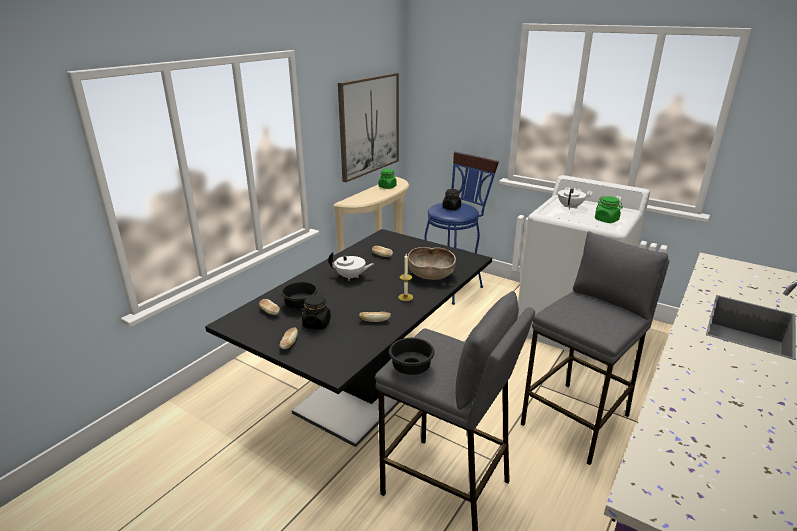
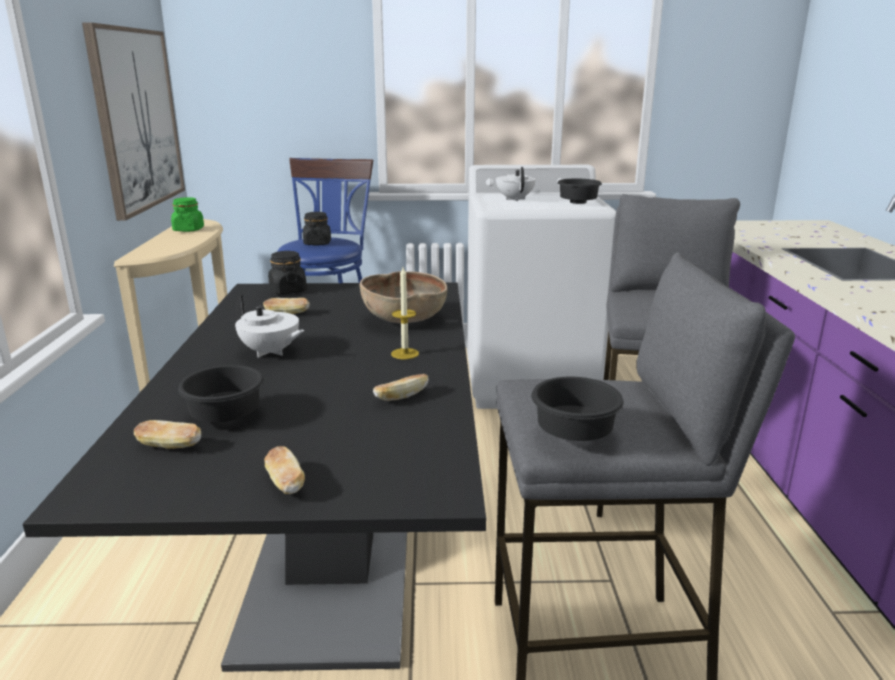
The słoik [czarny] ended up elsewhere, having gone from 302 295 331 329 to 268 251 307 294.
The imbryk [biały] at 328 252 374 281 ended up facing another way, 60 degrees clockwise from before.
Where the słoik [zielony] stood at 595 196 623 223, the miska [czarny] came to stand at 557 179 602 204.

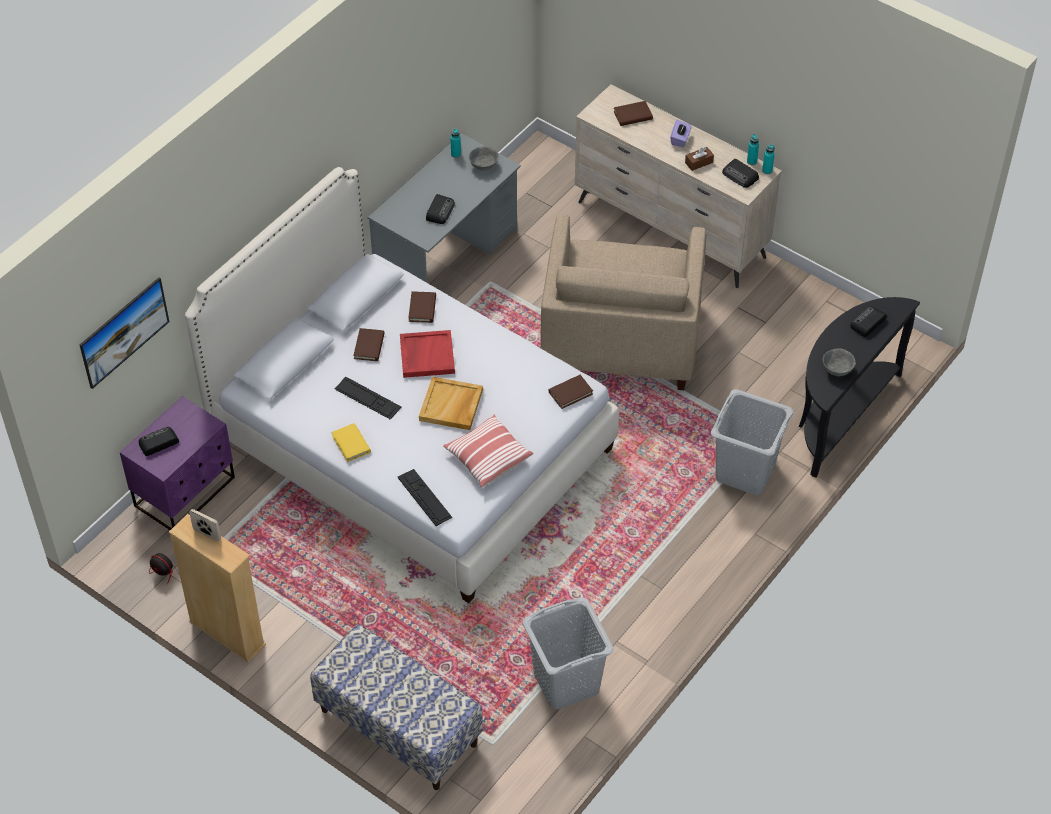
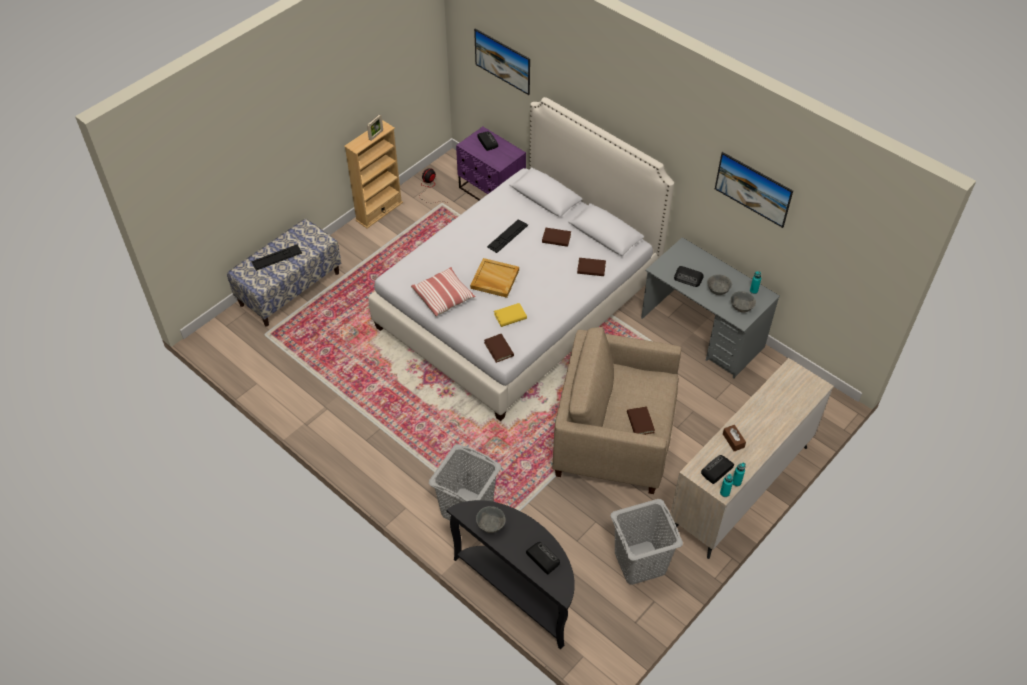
The książka [żółty] ended up elsewhere, having gone from 331 423 371 462 to 494 303 527 327.
The klawiatura ended up elsewhere, having gone from 398 469 452 526 to 251 245 302 271.
The second view lost the taca [czerwony] at 400 330 455 378.
The kosz na pranie [szary] ended up elsewhere, having gone from 523 597 614 710 to 611 499 683 585.
The książka [brązowy] ended up elsewhere, having gone from 614 101 653 126 to 627 406 655 435.
The second view lost the pudełko chusteczek [fioletowy] at 670 119 692 147.
The second view gained the miska [szary] at 707 275 732 295.
The second view gained the obraz at 715 152 793 228.

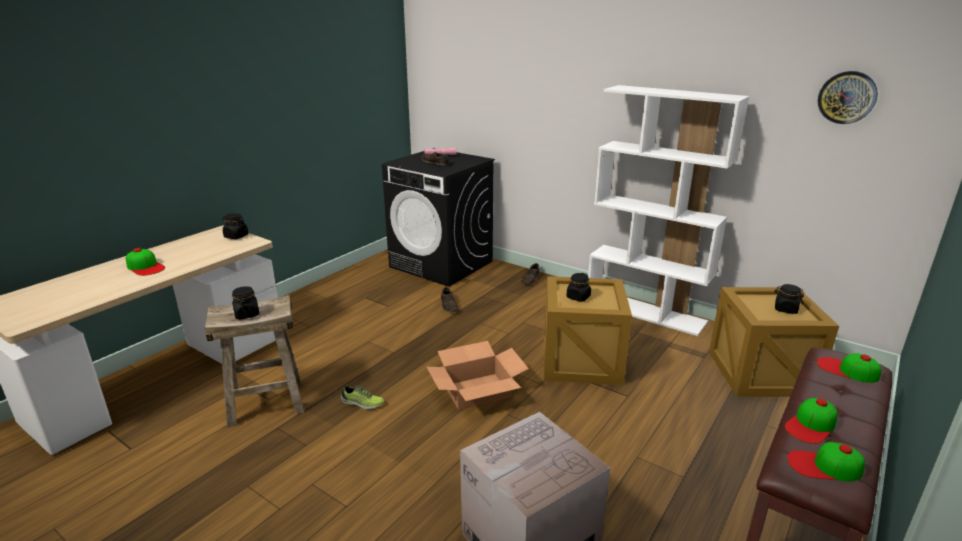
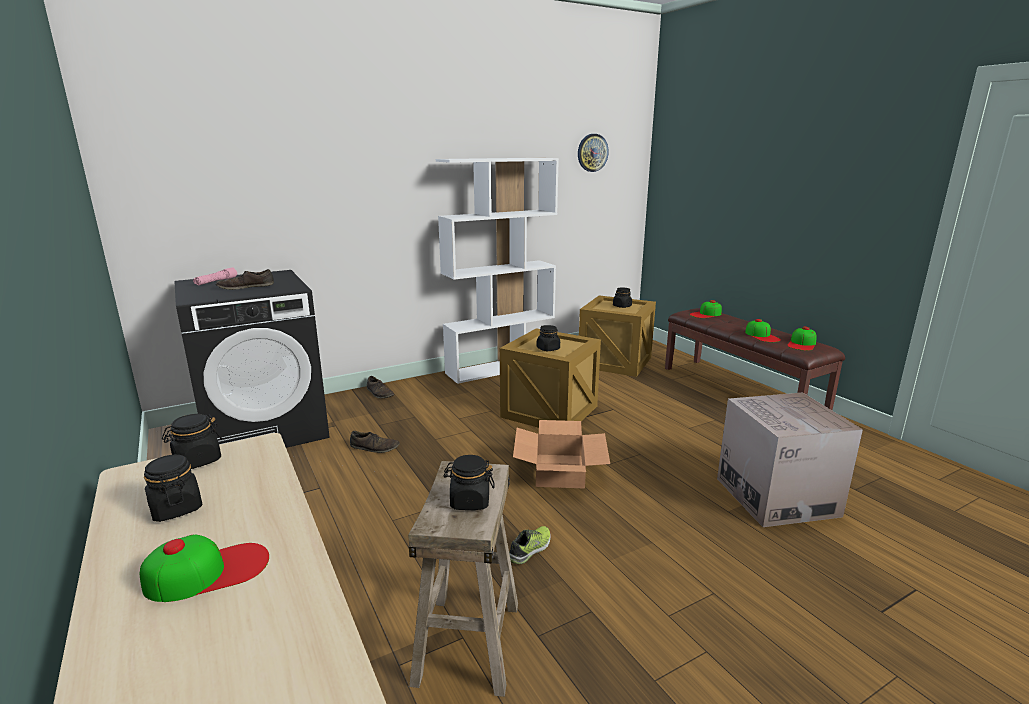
The second view gained the słoik [czarny] at 144 455 202 522.

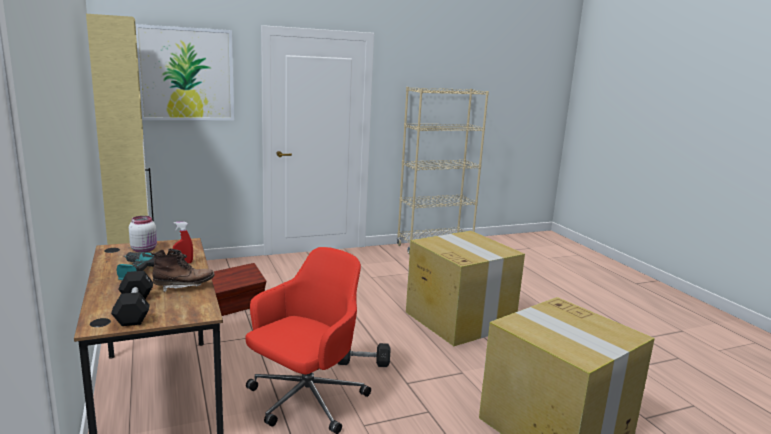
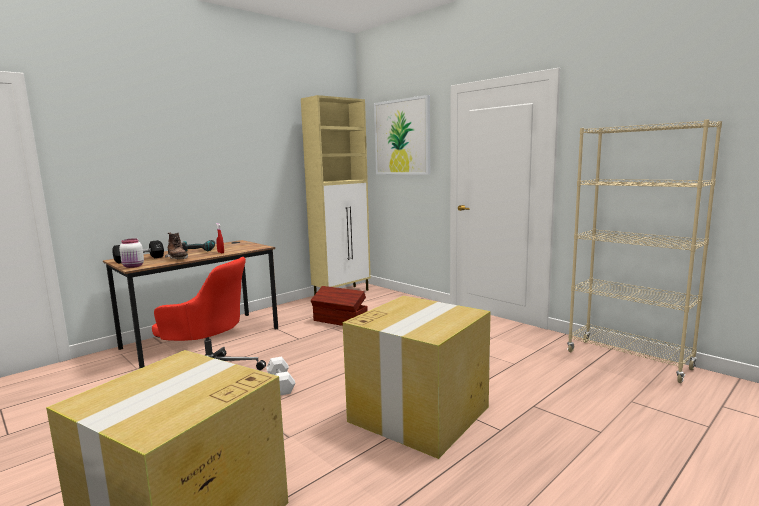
The słoik [biały] ended up elsewhere, having gone from 129 216 157 252 to 119 238 144 268.
What was the hantel [czarny] at 338 343 390 367 turned into the hantel [biały] at 266 356 296 396.

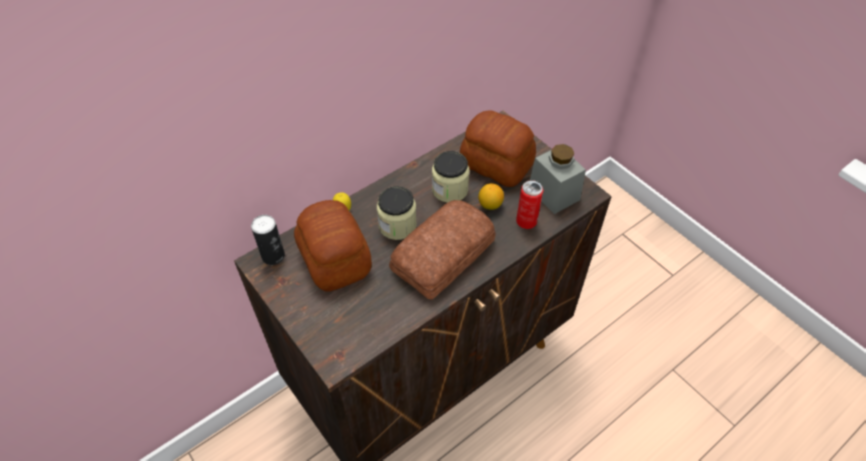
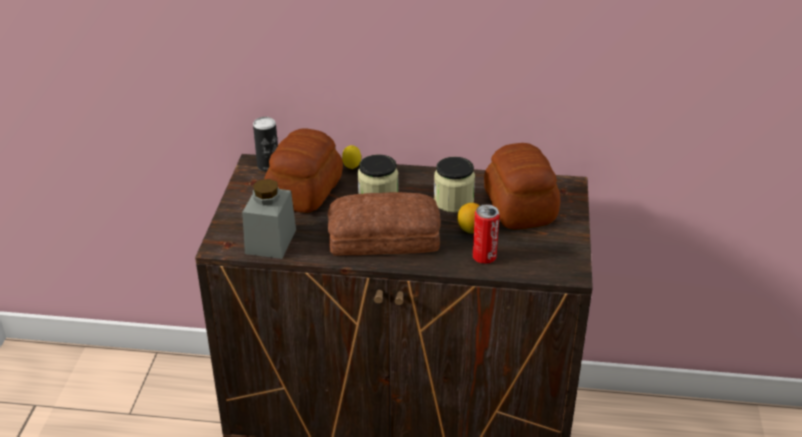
The słoik [szary] ended up elsewhere, having gone from 530 144 586 214 to 242 179 296 259.

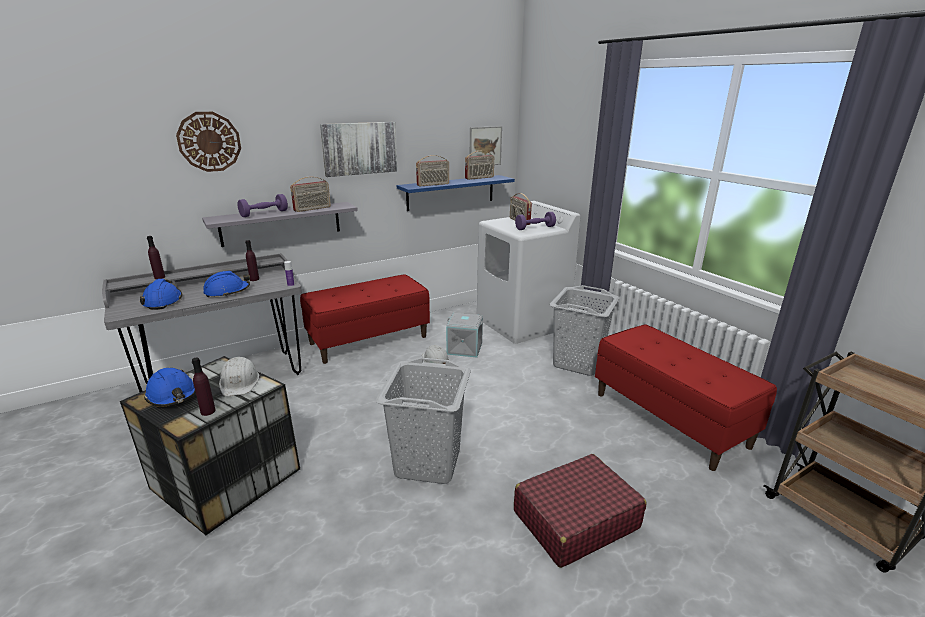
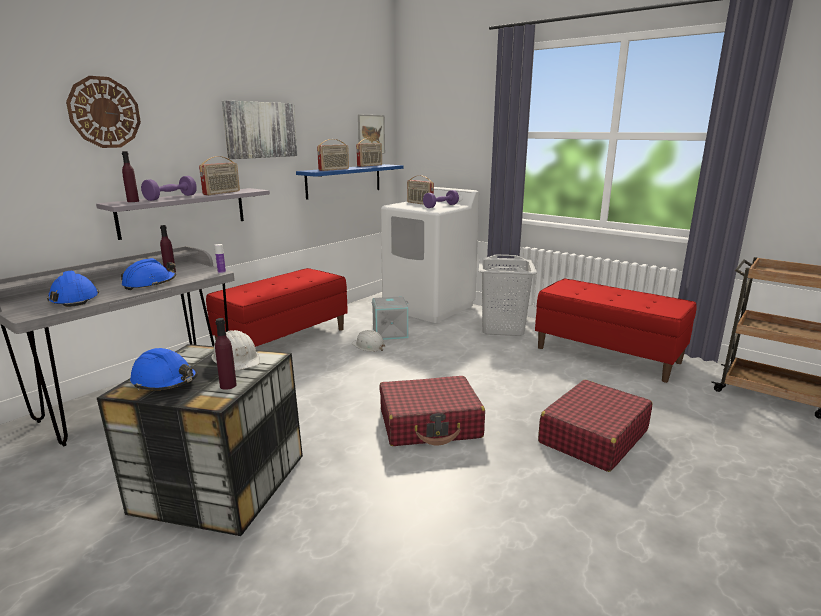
The butelka [fioletowy] ended up elsewhere, having gone from 147 236 165 279 to 122 151 139 202.
Where the kosz na pranie [szary] stood at 376 357 471 484, the walizka [czerwony] came to stand at 380 376 485 446.

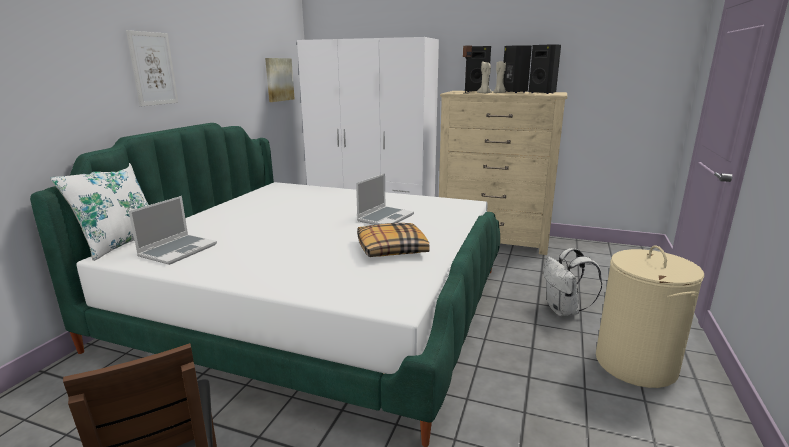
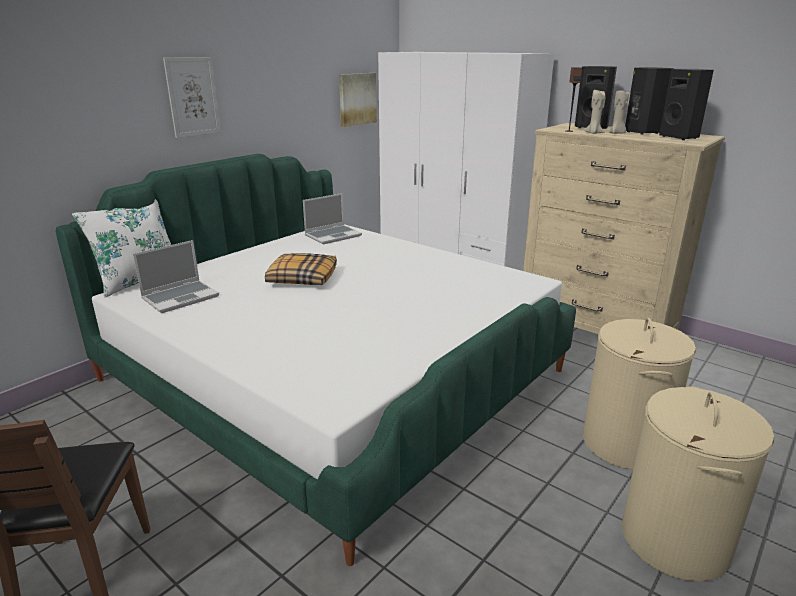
The laptop ended up elsewhere, having gone from 356 173 414 225 to 303 193 362 245.
The poduszka ended up elsewhere, having gone from 357 223 429 257 to 265 253 337 285.
Where the plecak [biały] stood at 544 248 602 316, the kosz na pranie [beżowy] came to stand at 583 318 696 470.

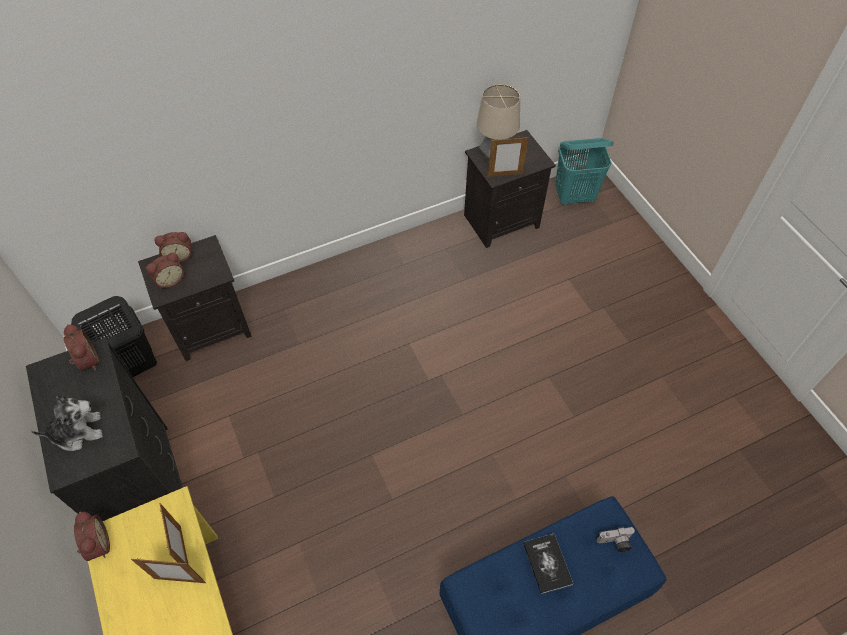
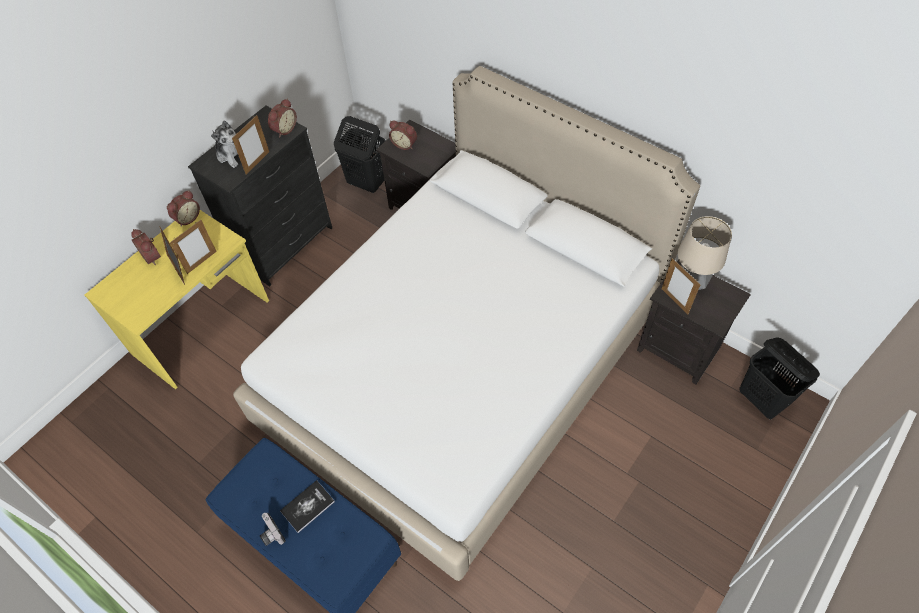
The budzik ended up elsewhere, having gone from 154 232 192 263 to 131 229 161 265.
What was the kosz na pranie [turkusowy] at 555 138 613 205 turned into the kosz na pranie [czarny] at 739 337 820 420.
The aparat fotograficzny ended up elsewhere, having gone from 596 527 635 552 to 260 513 285 546.
The second view gained the ramka na zdjęcie at 232 115 269 175.
The second view gained the łóżko [biały] at 233 66 700 581.

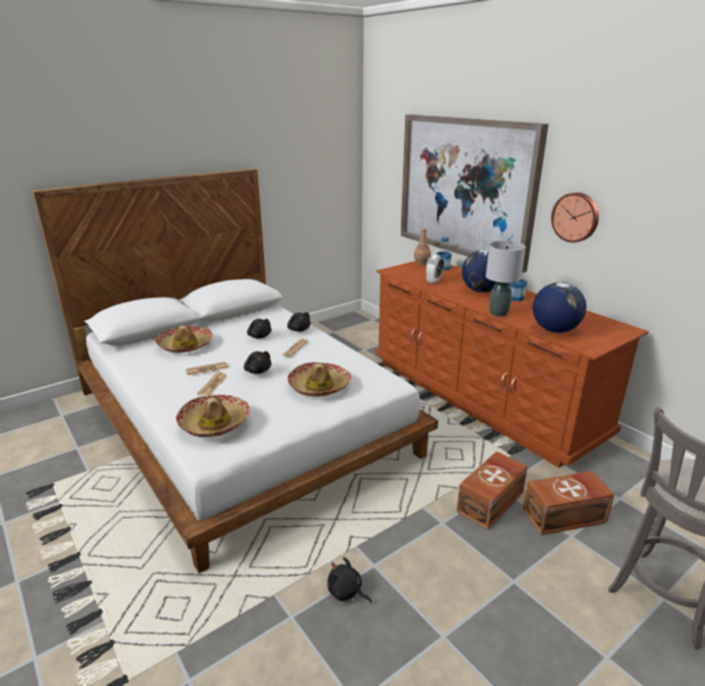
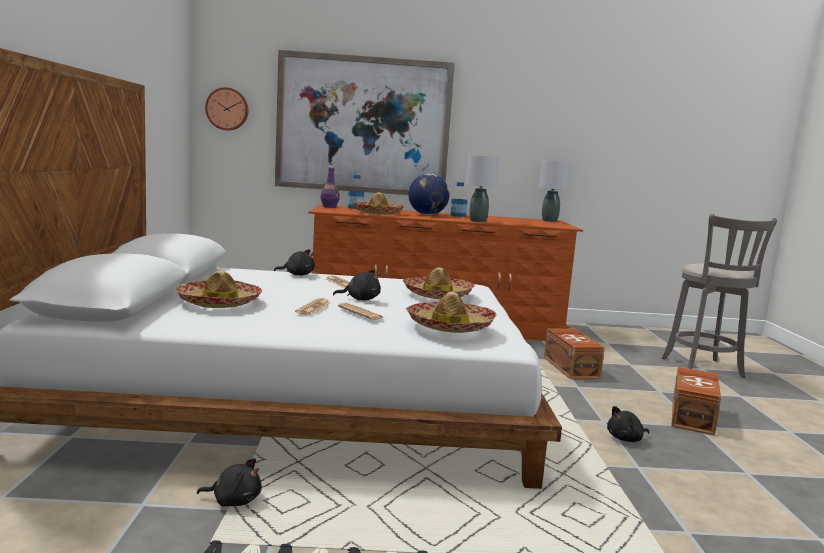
The pluszak [czarny] ended up elsewhere, having gone from 247 319 271 338 to 197 458 262 507.
What was the butelka [brązowy] at 414 227 431 266 turned into the butelka [fioletowy] at 321 166 340 208.
Where the budzik stood at 426 255 444 284, the kapelusz came to stand at 352 192 405 215.
The pojemnik do przechowywania [brązowy] ended up elsewhere, having gone from 523 471 615 535 to 671 367 721 436.
The second view lost the globus at 533 282 586 333.
The zegar ścienny ended up elsewhere, having gone from 551 192 599 243 to 205 87 248 131.
The second view gained the lampa stołowa [szary] at 539 160 571 222.

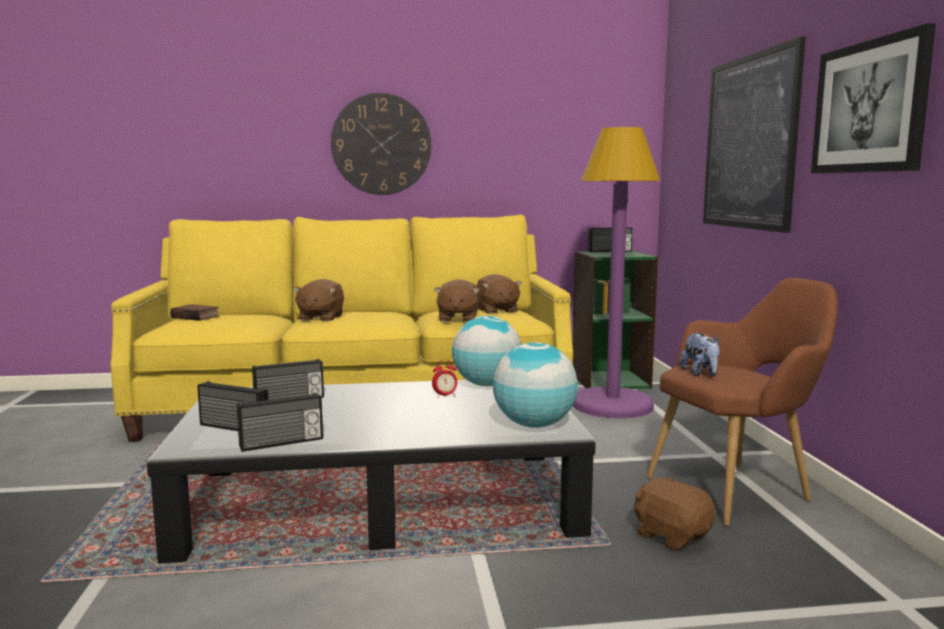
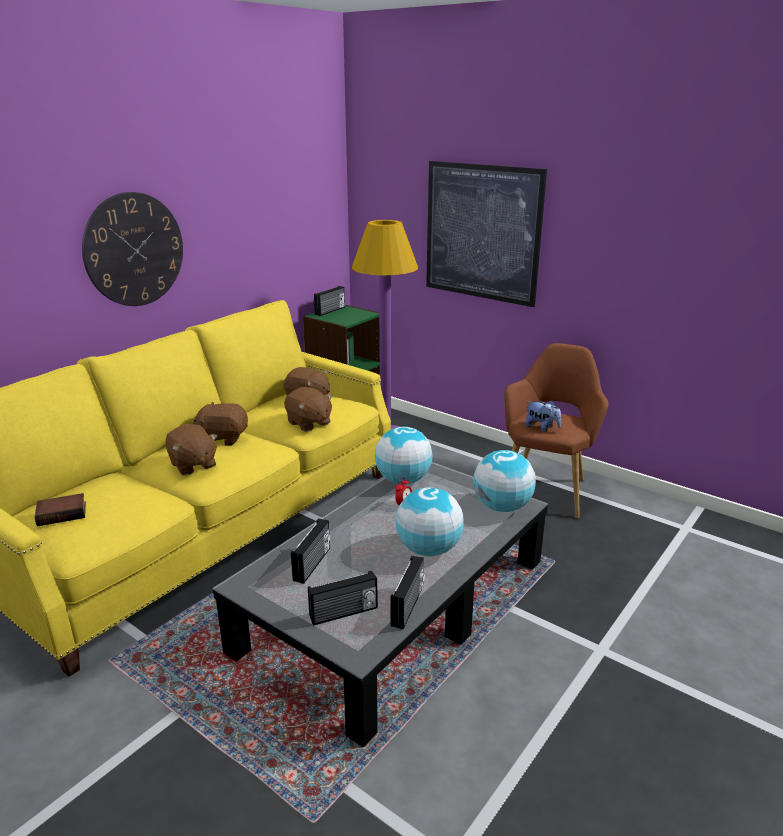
The pluszak [brązowy] ended up elsewhere, having gone from 634 476 715 551 to 193 401 248 446.
The second view lost the obraz at 811 23 936 173.
The second view gained the globus at 396 487 464 556.

